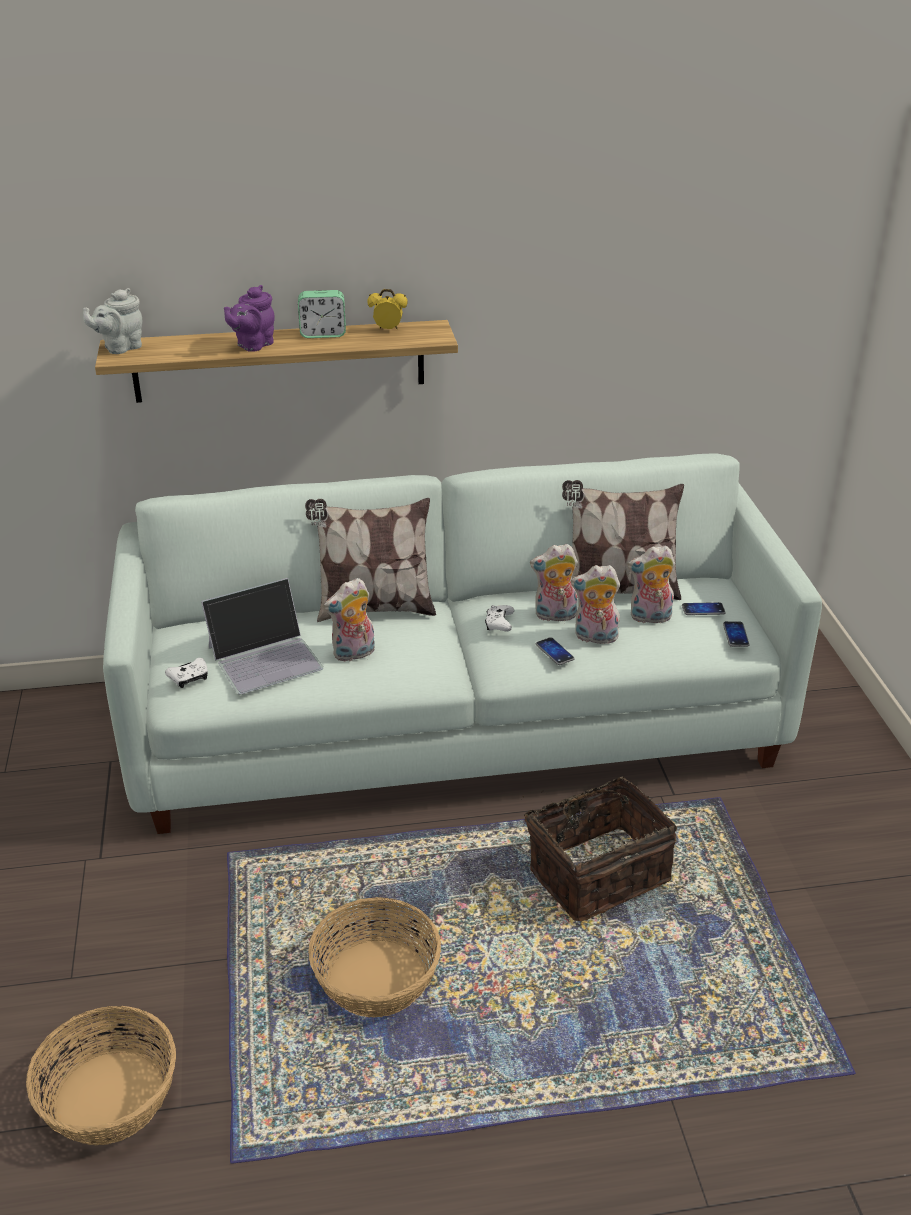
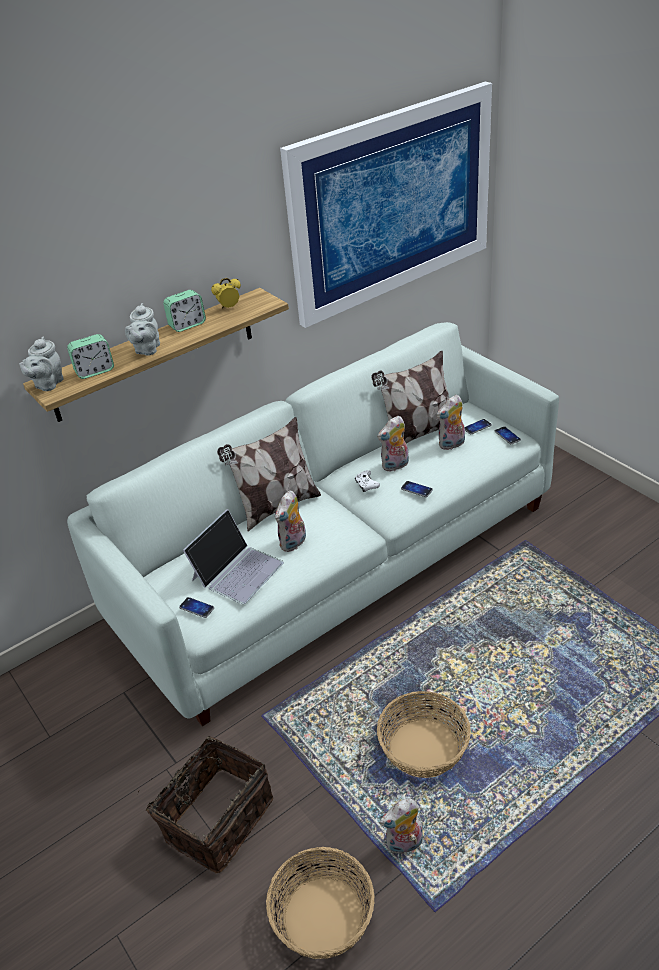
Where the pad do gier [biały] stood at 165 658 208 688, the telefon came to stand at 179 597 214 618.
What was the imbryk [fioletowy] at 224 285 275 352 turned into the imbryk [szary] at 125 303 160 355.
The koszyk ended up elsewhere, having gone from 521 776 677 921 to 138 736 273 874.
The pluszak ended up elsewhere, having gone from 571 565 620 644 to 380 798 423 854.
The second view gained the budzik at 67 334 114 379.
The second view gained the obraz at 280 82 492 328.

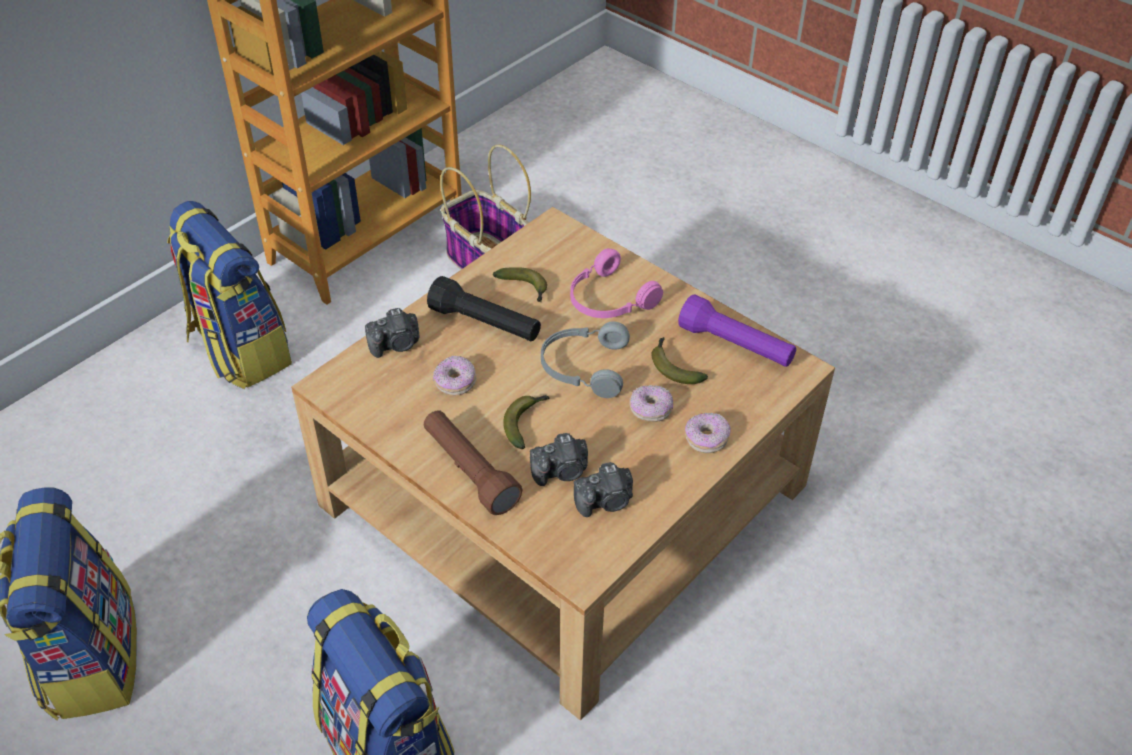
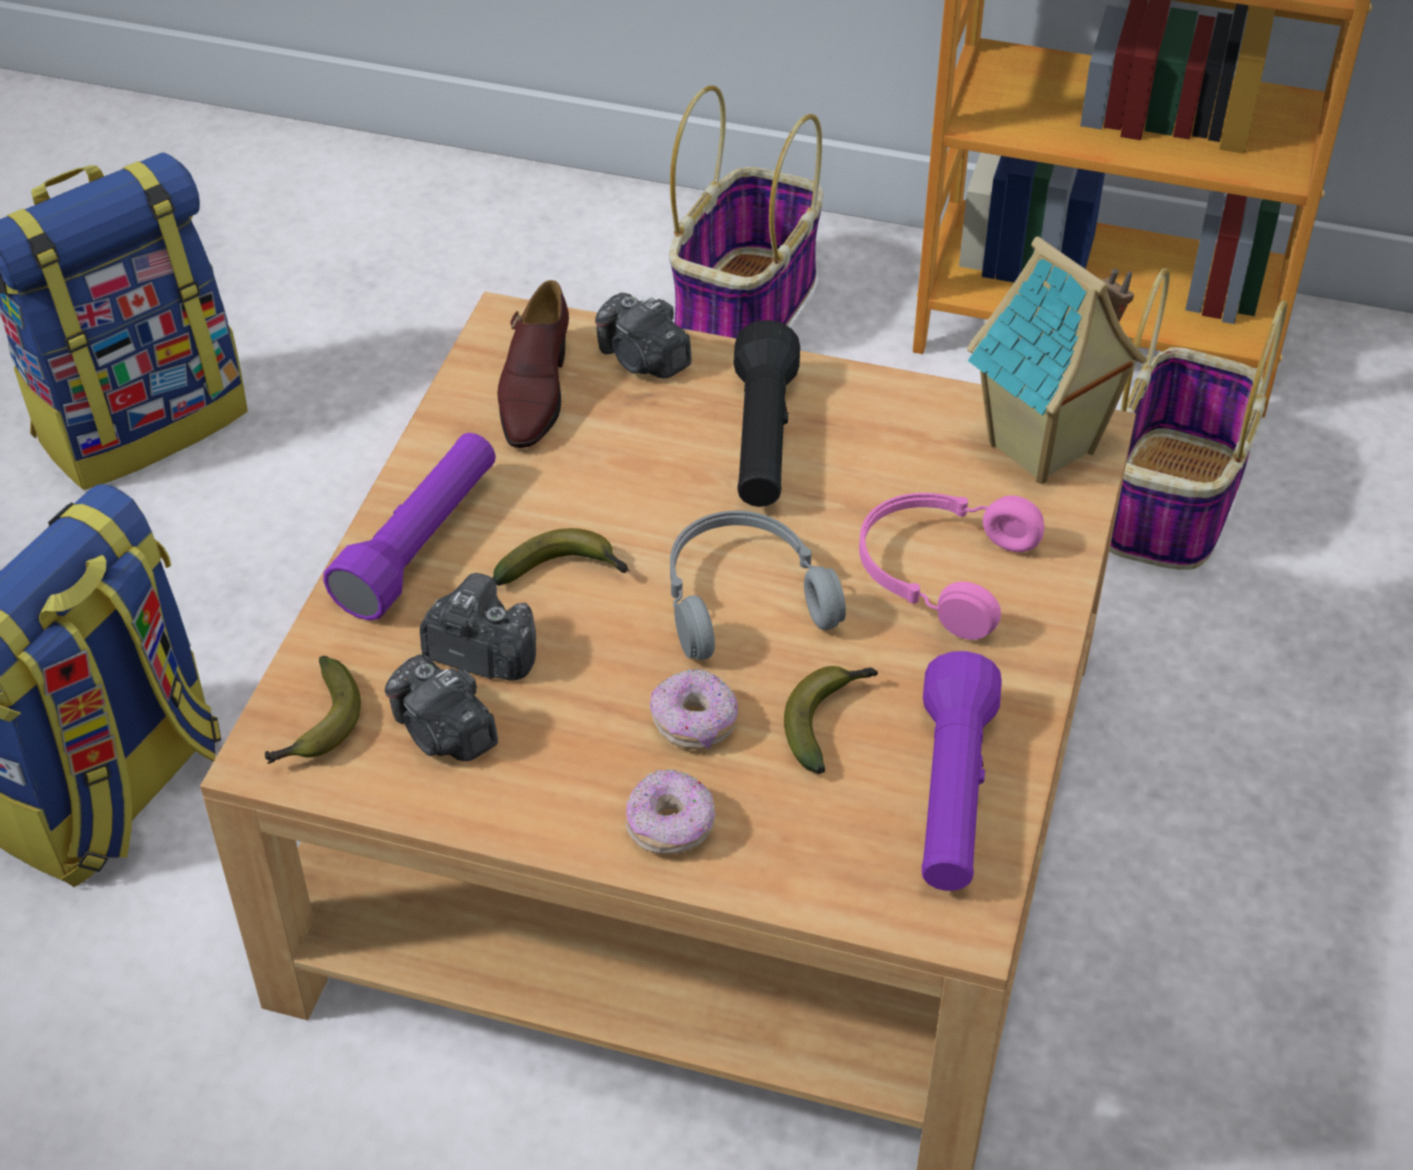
Where the plecak stood at 167 201 292 389, the koszyk came to stand at 669 85 823 338.
What was the latarka [brązowy] at 424 411 523 515 turned into the latarka [fioletowy] at 323 433 496 621.
The second view lost the donut at 433 355 476 395.
The banan ended up elsewhere, having gone from 493 267 547 302 to 265 656 361 764.
The aparat fotograficzny at 530 433 588 486 ended up facing another way, 150 degrees clockwise from before.
The second view gained the but [brązowy] at 497 280 569 448.
The second view gained the domek at 967 236 1147 484.

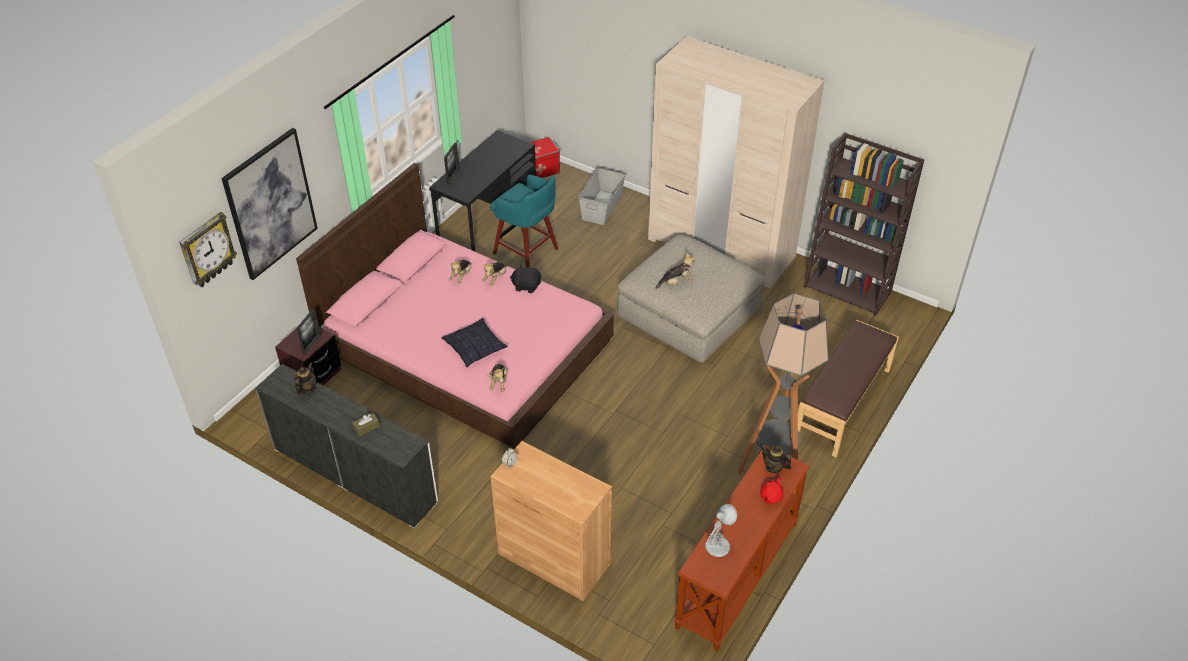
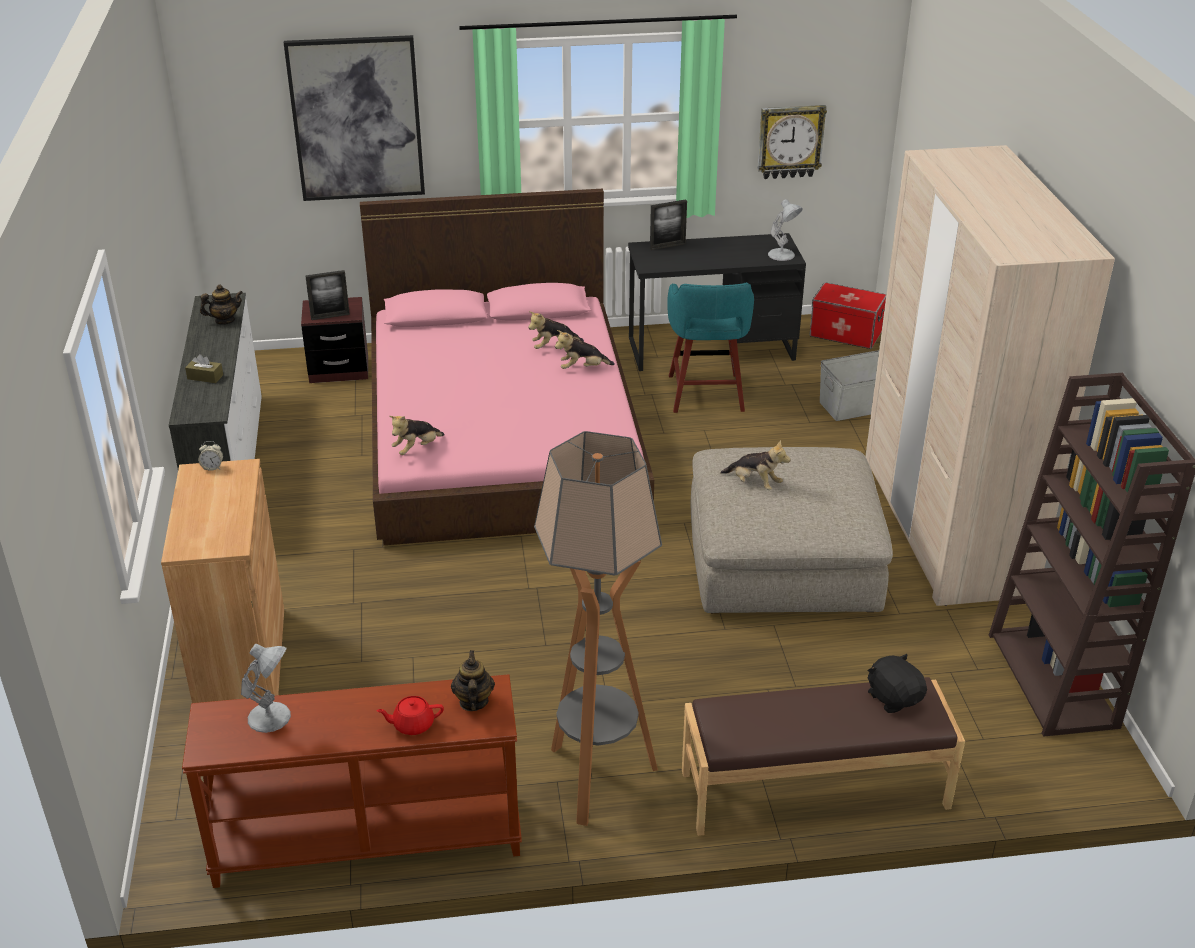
The zegar ścienny ended up elsewhere, having gone from 179 212 237 287 to 757 105 827 179.
The second view lost the poduszka at 441 318 508 367.
The pluszak [czarny] ended up elsewhere, having gone from 510 265 541 293 to 868 654 927 713.
The second view gained the lampa stołowa [biały] at 768 199 803 261.

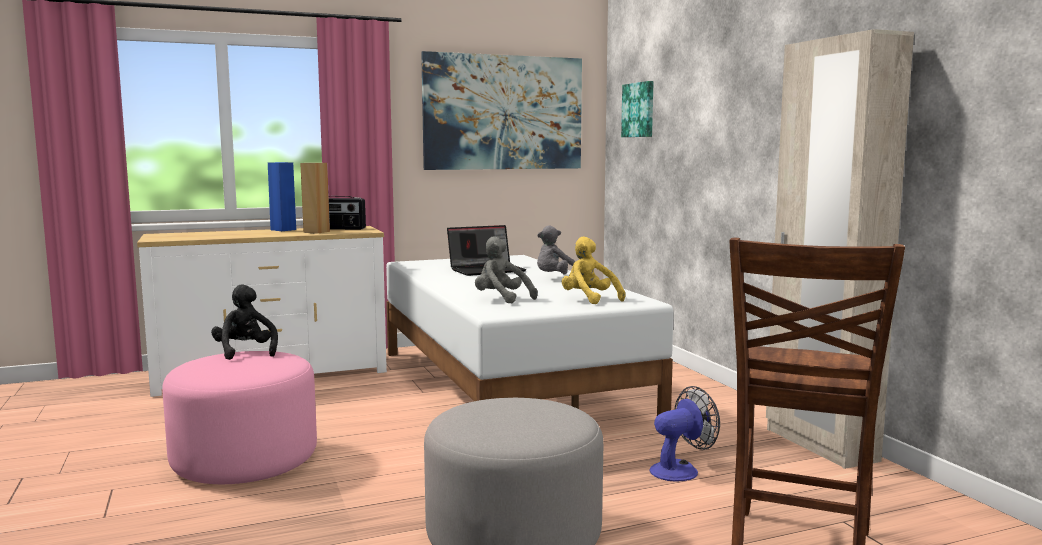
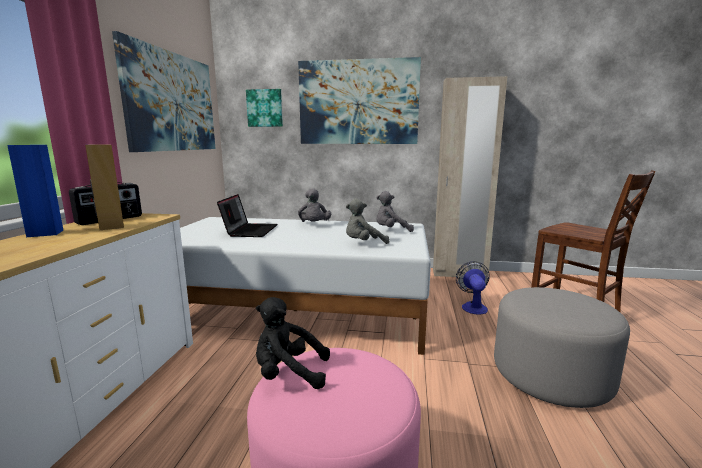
What was the pluszak [żółty] at 562 236 625 304 turned into the pluszak [szary] at 376 191 414 232.
The second view gained the obraz at 298 57 421 144.

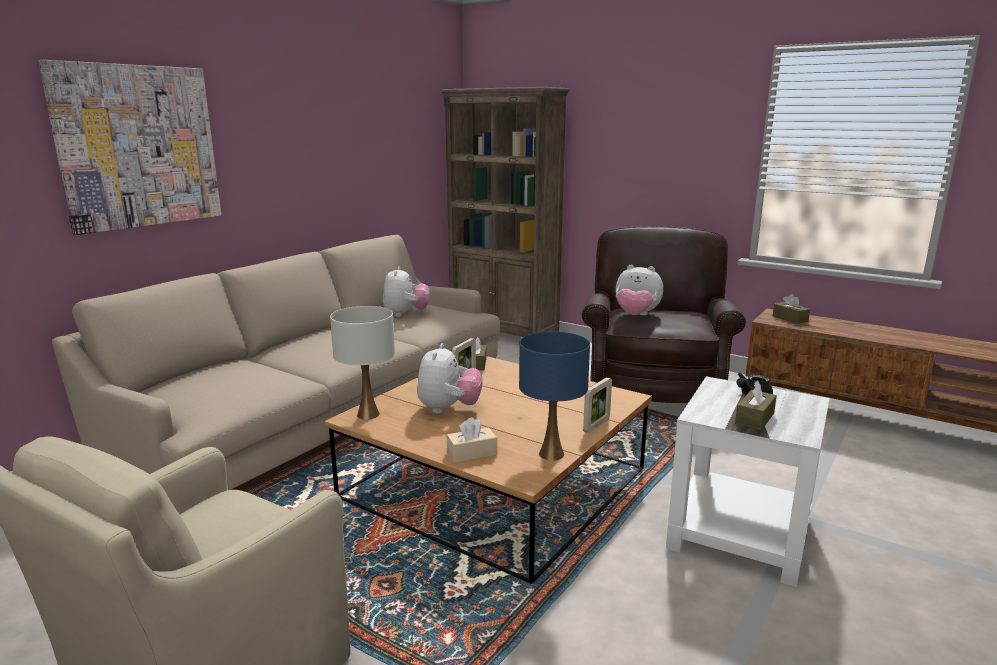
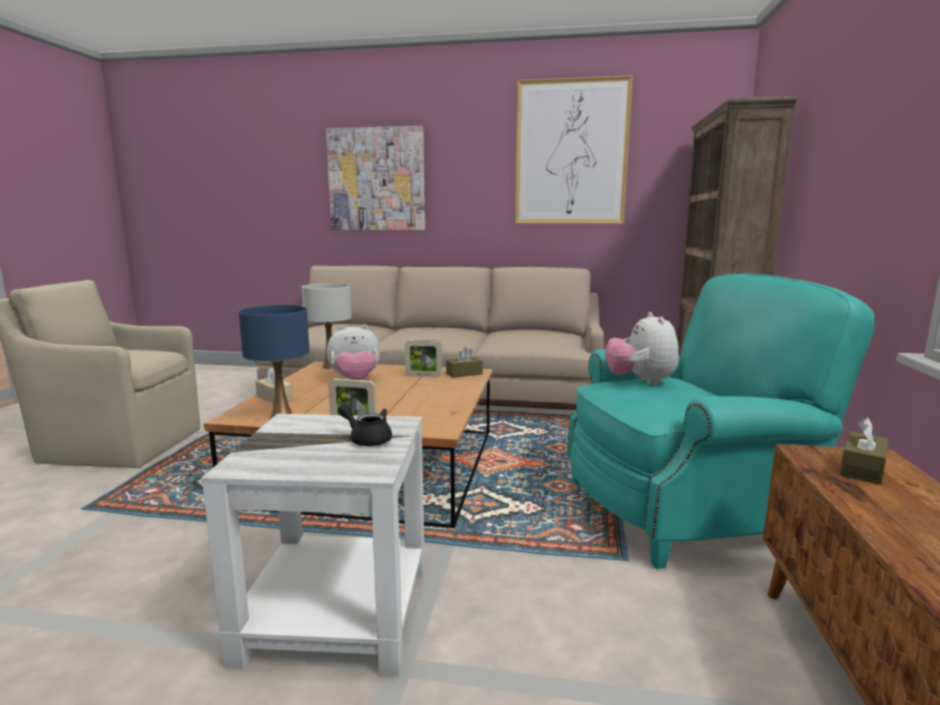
The second view lost the pluszak at 383 266 430 317.
What was the fotel [brązowy] at 582 226 746 403 turned into the fotel [turkusowy] at 567 273 875 569.
The second view lost the pudełko chusteczek [brązowy] at 735 380 777 431.
The second view gained the obraz at 515 75 633 224.

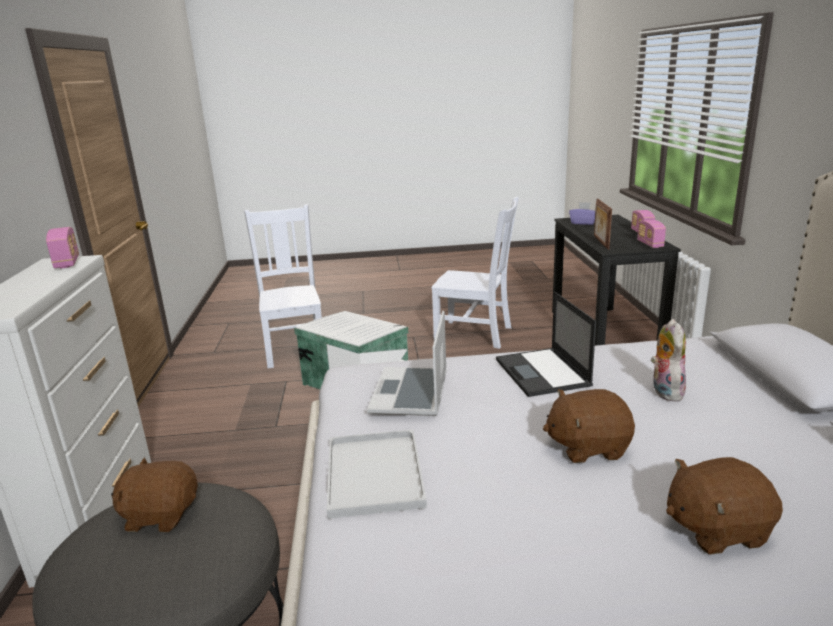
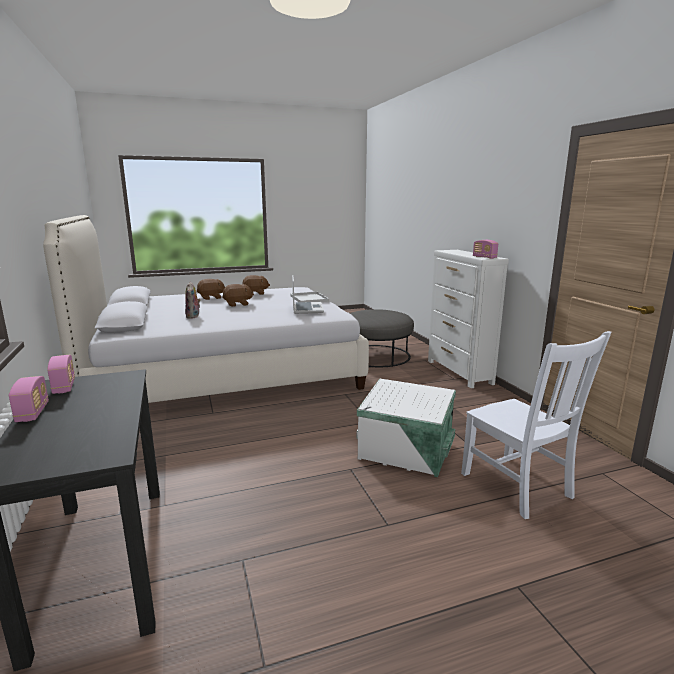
The pluszak [brązowy] ended up elsewhere, having gone from 111 458 198 532 to 242 275 270 295.
The second view lost the krzesło [biały] at 431 197 518 349.
The second view lost the laptop at 496 292 596 397.
The second view lost the pudełko chusteczek [fioletowy] at 569 202 595 225.
The second view lost the ramka na zdjęcie at 594 199 612 250.

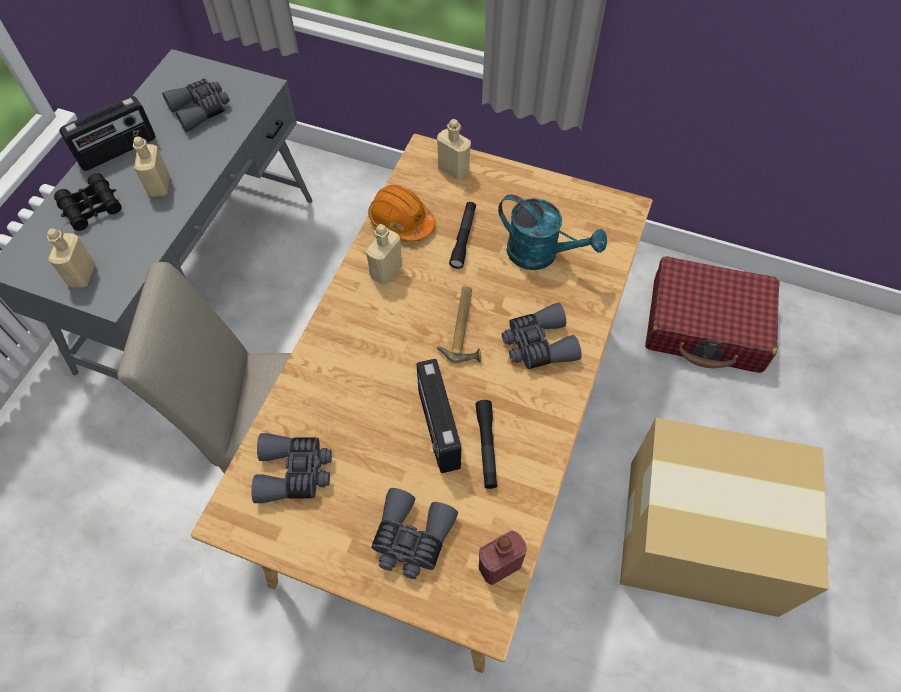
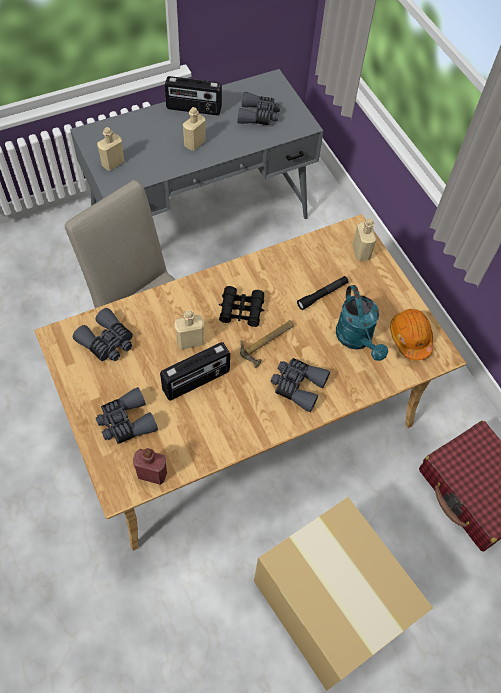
The lornetka [czarny] ended up elsewhere, having gone from 54 173 122 231 to 219 286 264 327.
The butelka [beżowy] ended up elsewhere, having gone from 366 224 402 284 to 174 310 204 349.
The kask [pomarańczowy] ended up elsewhere, having gone from 368 185 435 242 to 390 309 433 360.
The radio at 416 359 461 473 ended up facing another way, 150 degrees counterclockwise from before.
The second view lost the latarka [czarny] at 476 400 497 489.

